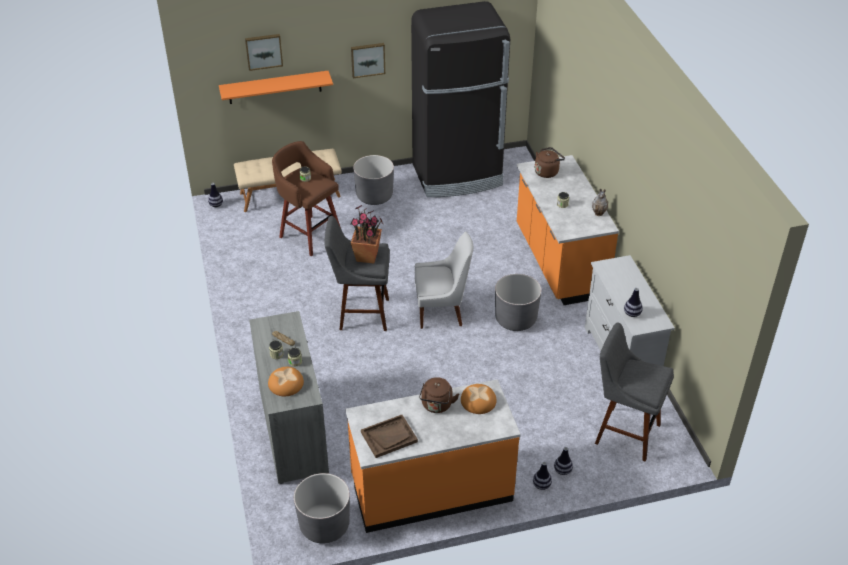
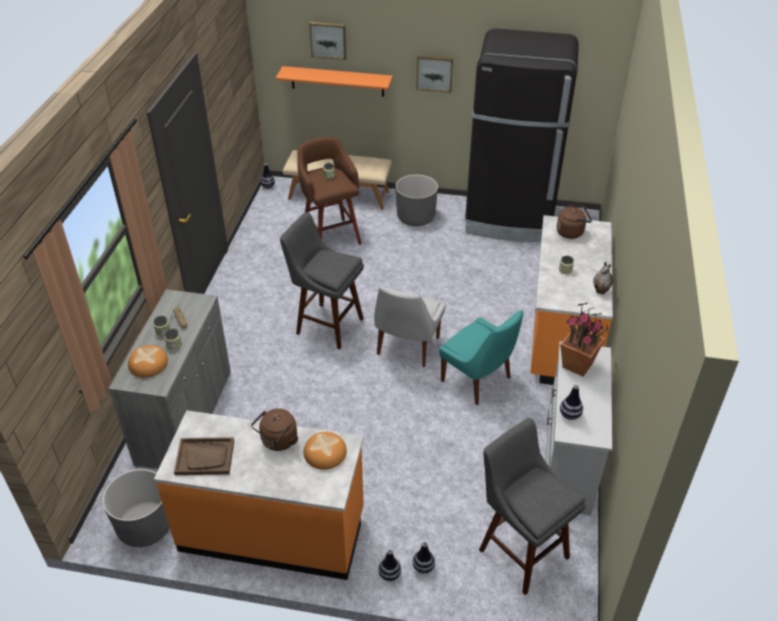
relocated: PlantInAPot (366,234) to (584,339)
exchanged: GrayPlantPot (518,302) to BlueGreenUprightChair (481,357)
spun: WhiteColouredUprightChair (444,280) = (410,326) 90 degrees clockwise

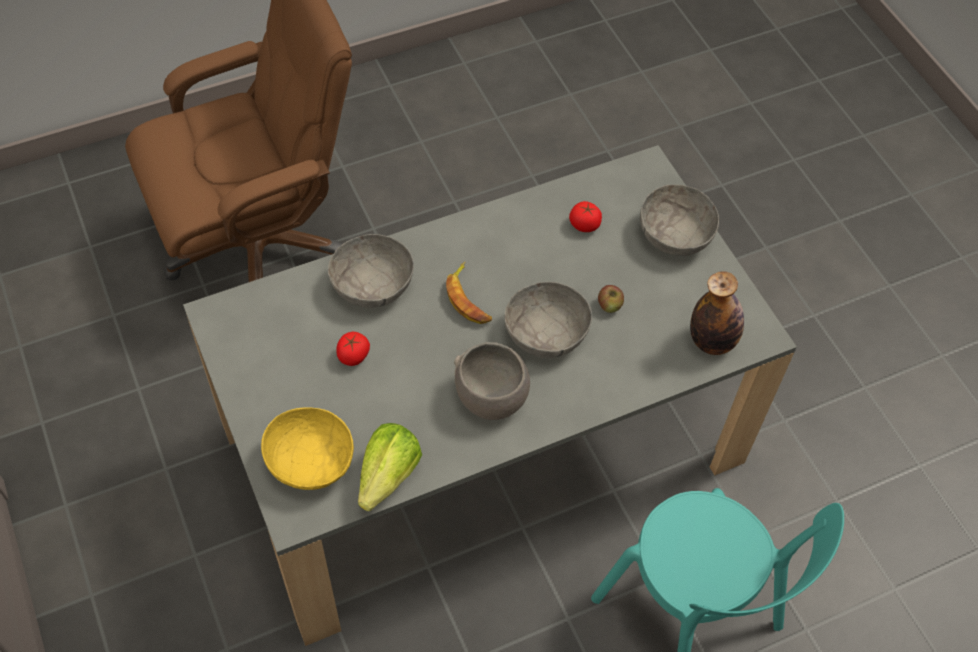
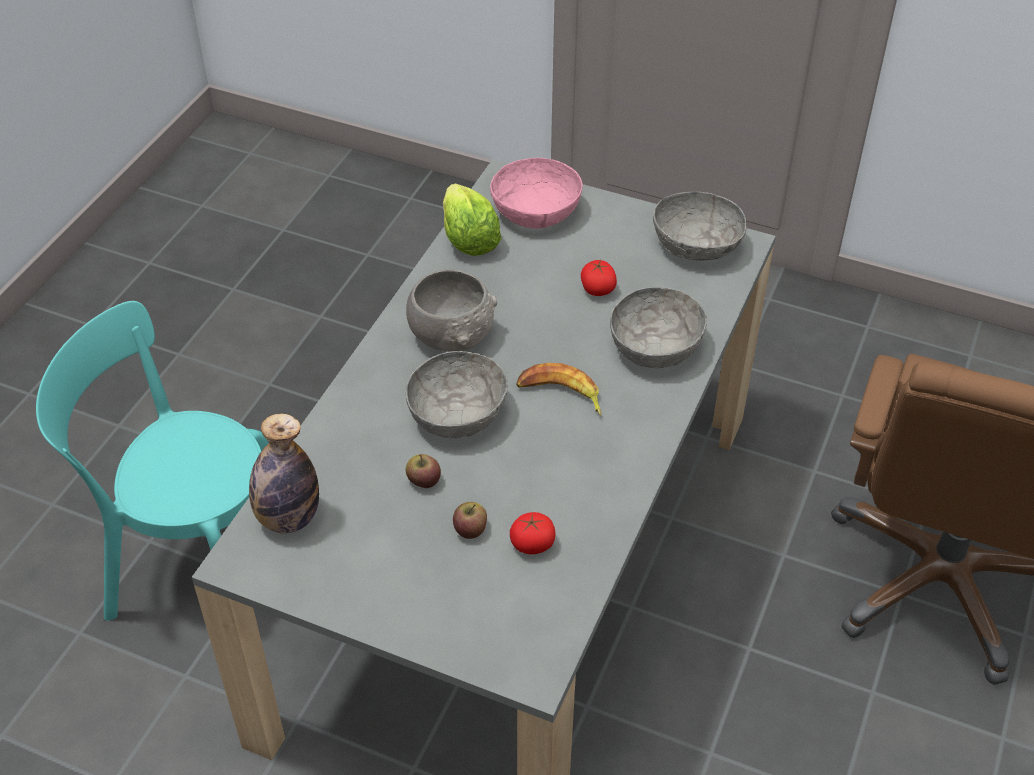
appeared: Apple (470,520)
relocated: GrayServingBowl (679,220) to (700,226)
colour: YellowServingBowl (307,448) to PinkServingBowl (536,193)

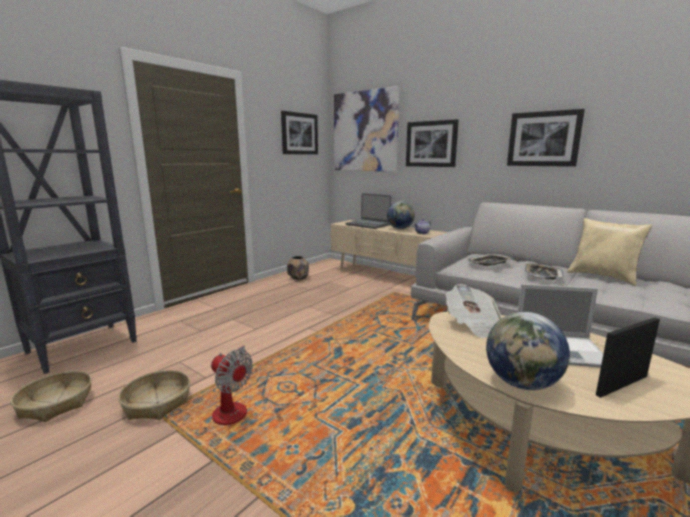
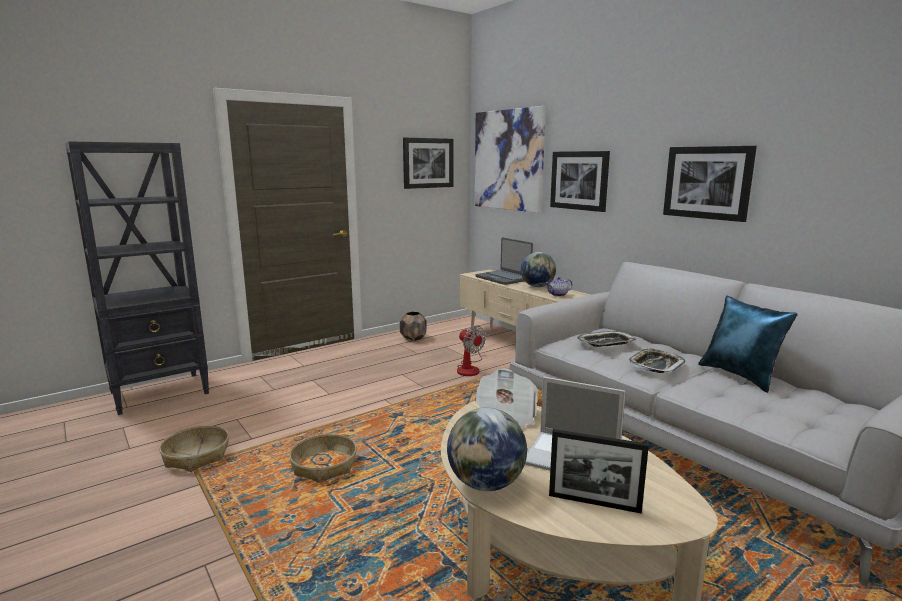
relocated: Fan (232,385) to (471,351); HouseholdBasket (51,396) to (323,458)
colour: BeigeThrowPillow (609,252) to BlueThrowPillow (748,344)
spun: PhotoFrame (628,357) = (599,471) 150 degrees counterclockwise

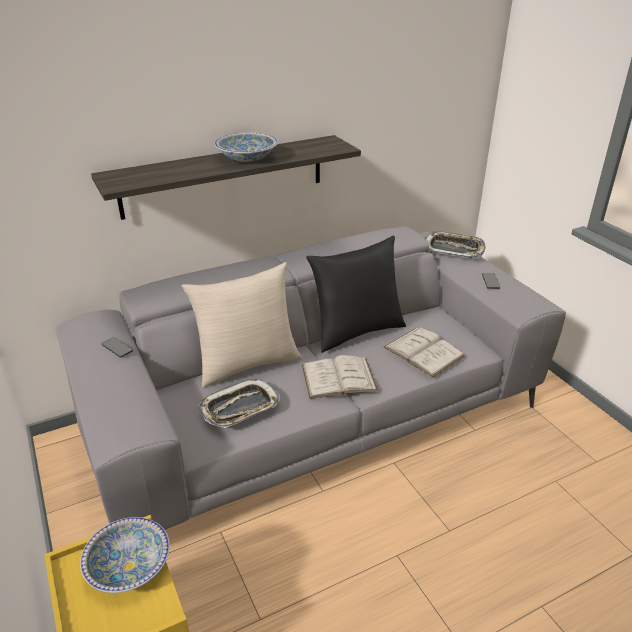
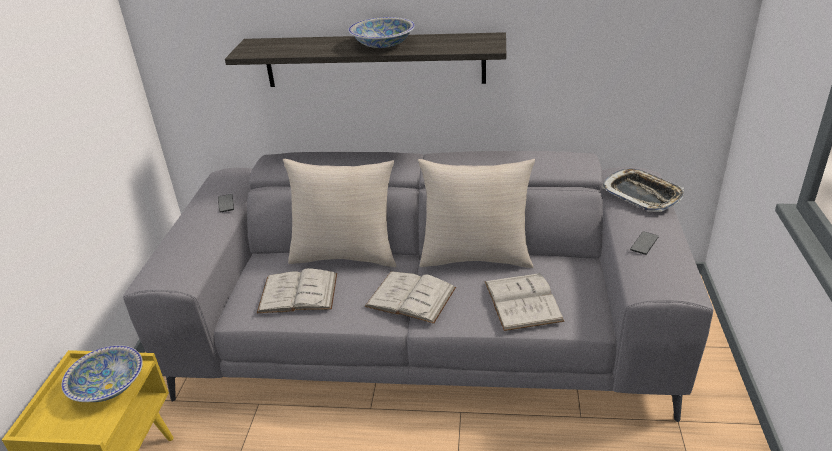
exchanged: CarryingTray (239,403) to WhiteColouredBook (297,290)
colour: BlackColouredThrowPillow (356,294) to BeigeThrowPillow (476,213)

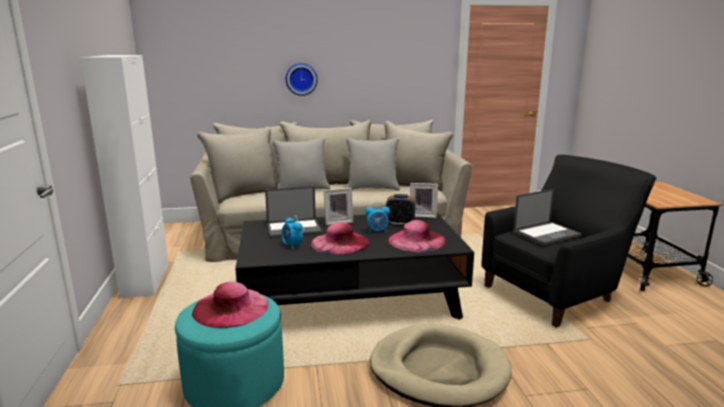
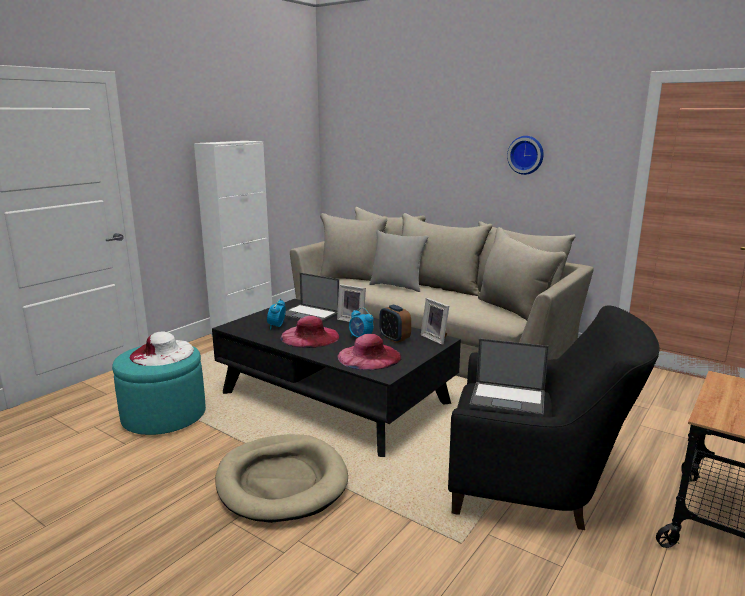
missing: GrayThrowPillow (373,164)
relocated: WallClock (301,79) to (525,155)
colour: PinkWearableHat (230,305) to WhiteColouredWearableHat (162,349)

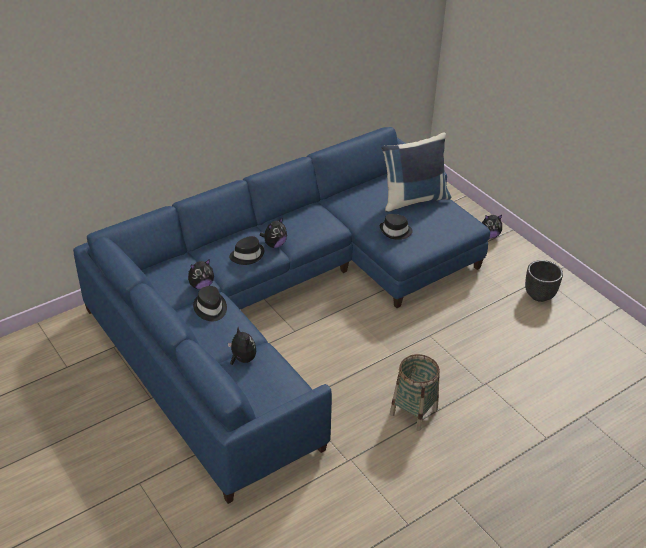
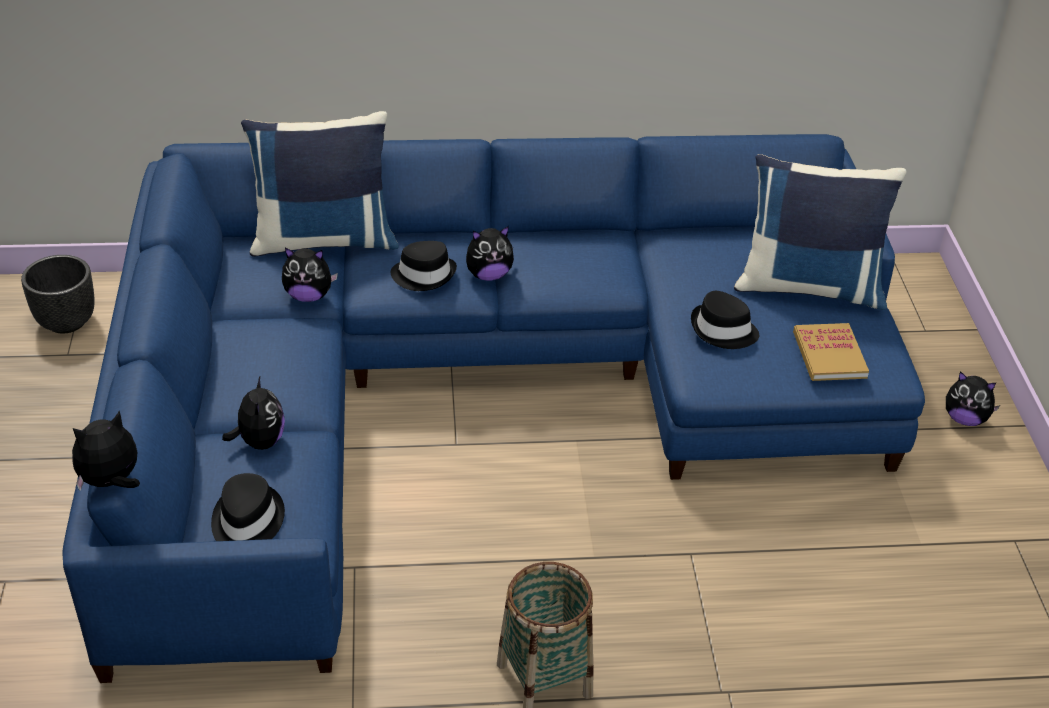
appeared: BlueThrowPillow (320,184); Book (831,352); SoftToy (106,450)
relocated: BlackColouredPlantPot (544,281) to (57,294); BlackColouredWearableHat (210,303) to (248,507)

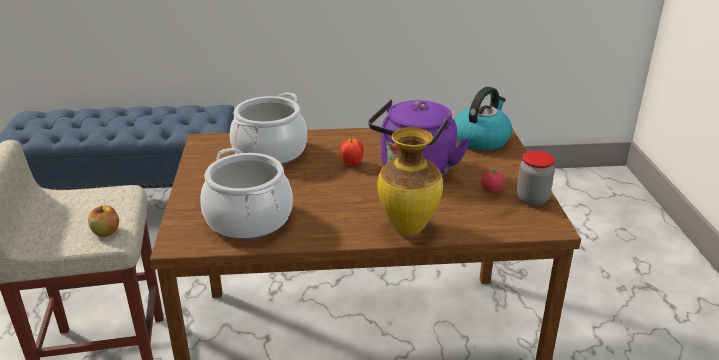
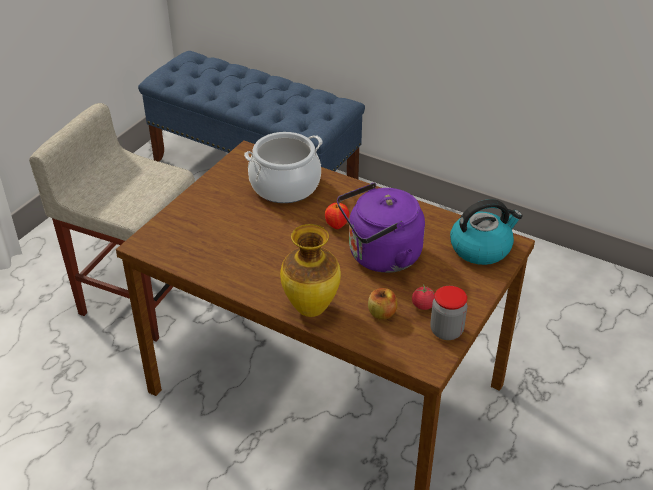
missing: CookingPot (246,194)
relocated: Apple (103,221) to (382,304)

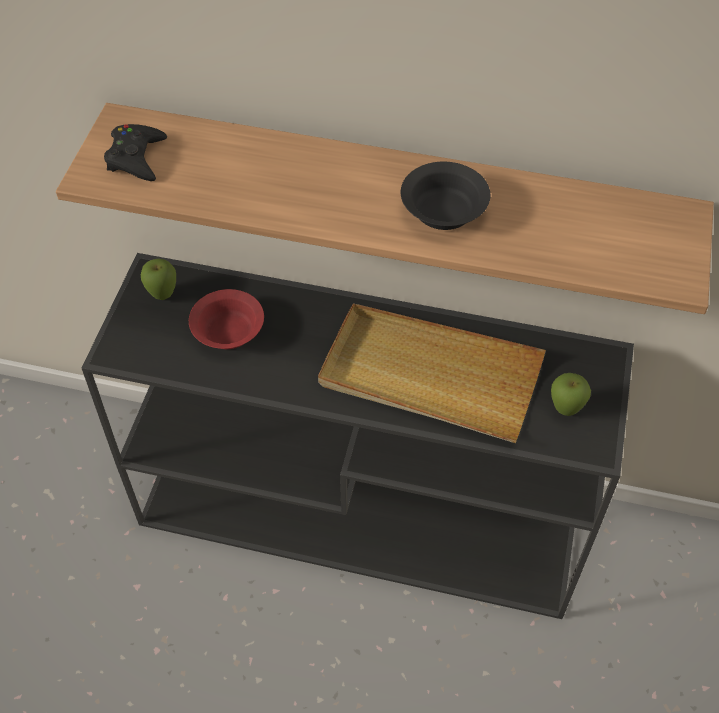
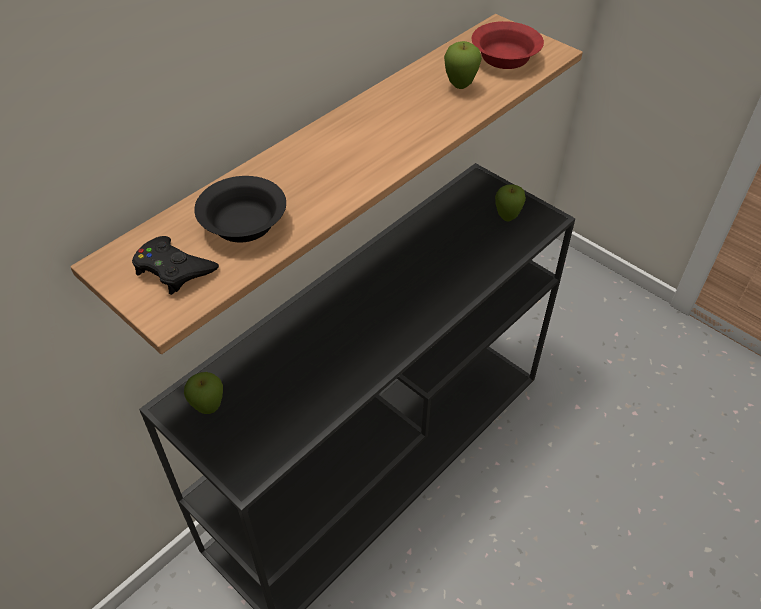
missing: BeigeCarryingTray (432,373)
appeared: Apple (463,65)
relocated: BlackColouredServingBowl (445,196) to (240,209); ReddishServingBowl (226,319) to (508,45)

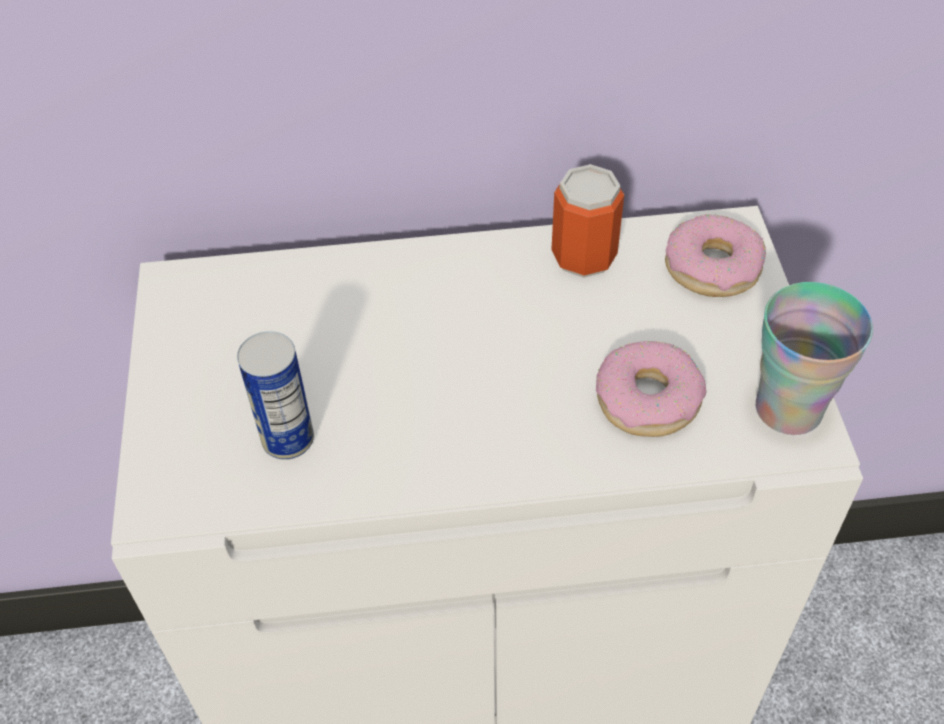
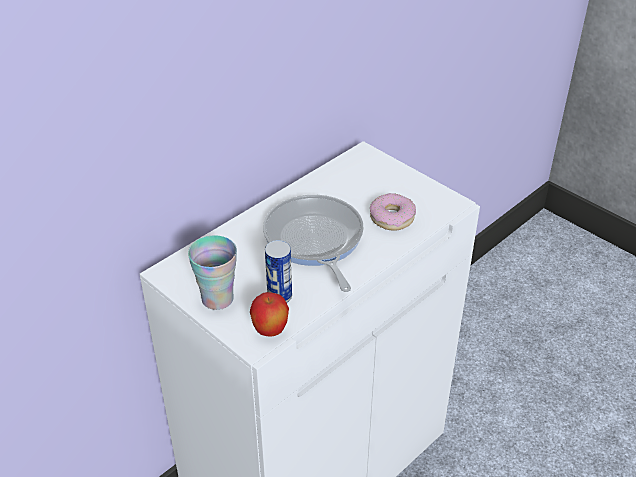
missing: SealedCan (587,221); Doughnut (715,255)
appeared: Skillet (313,243); Apple (269,314)
relocated: SmallCup (814,358) to (212,272)

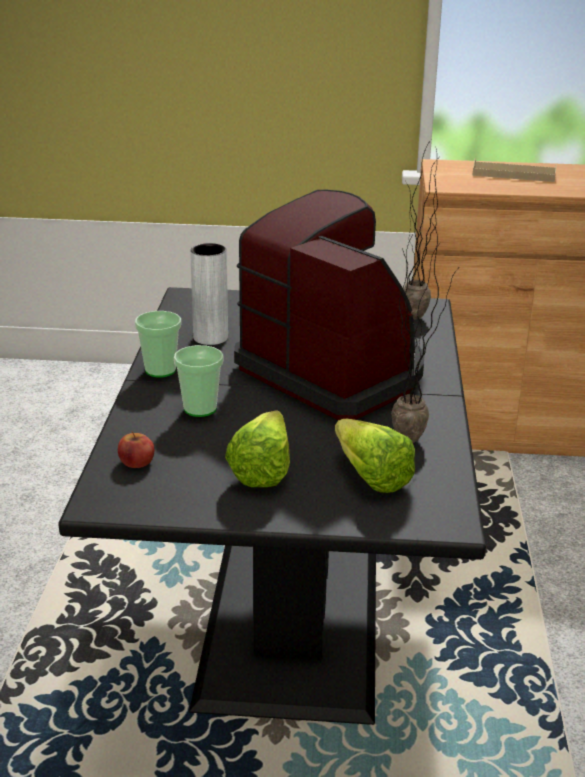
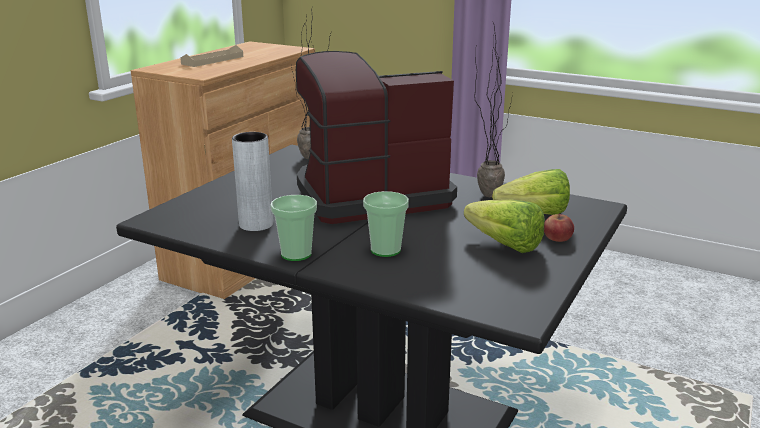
relocated: Apple (136,449) to (559,228)

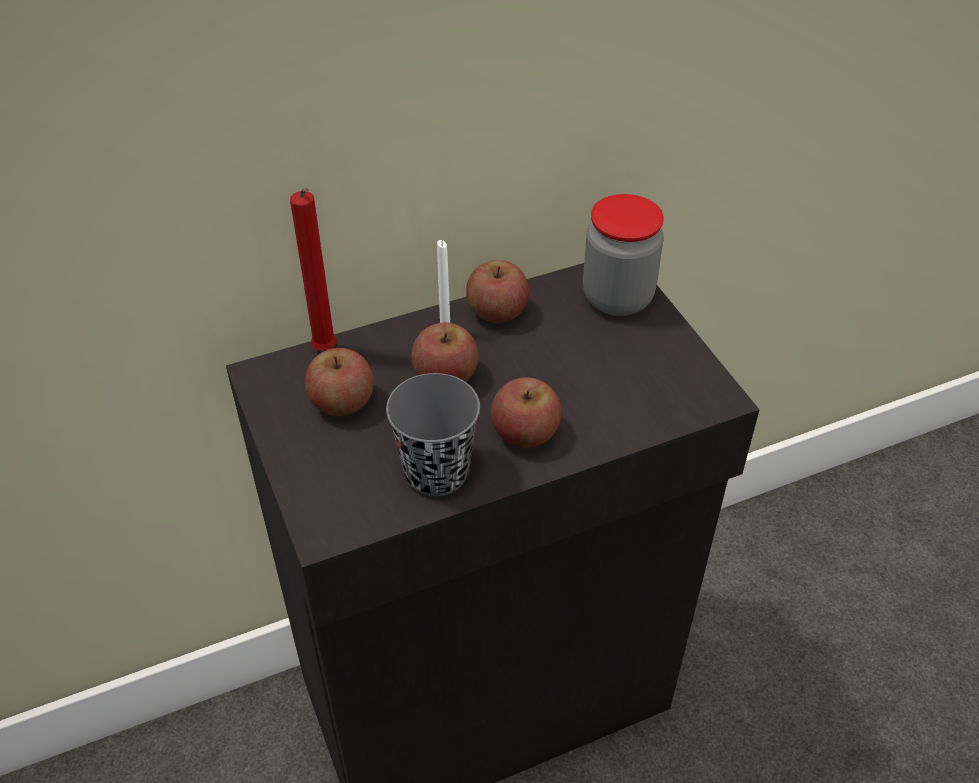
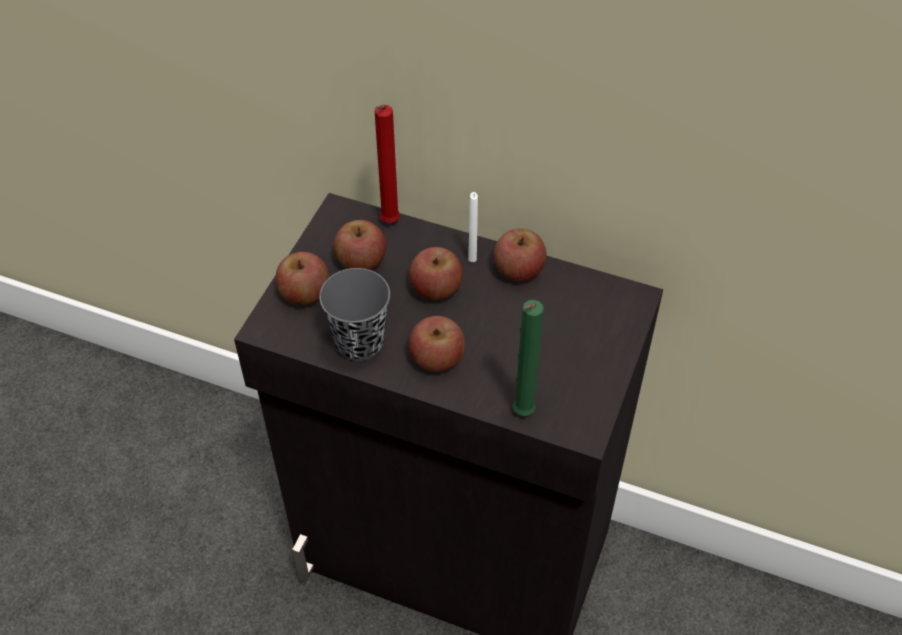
missing: Jar (623,255)
appeared: Apple (302,278); GreenishWaxLight (528,358)

